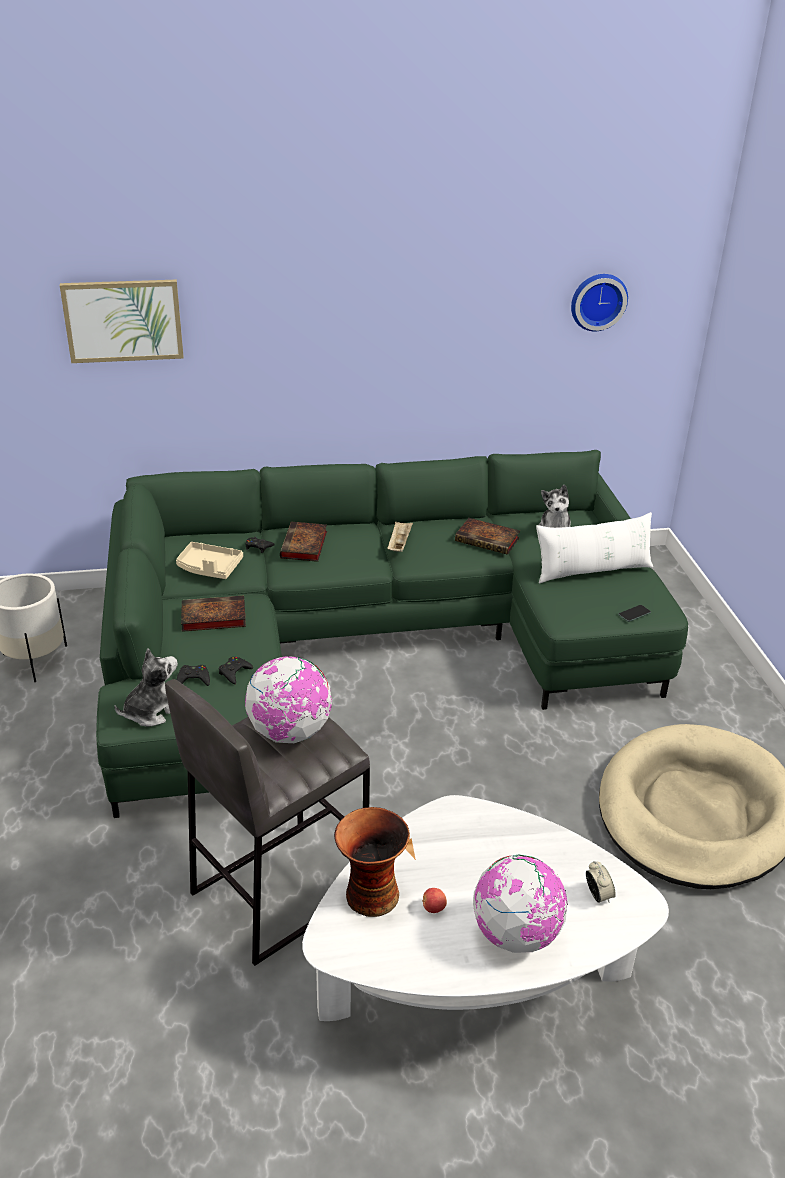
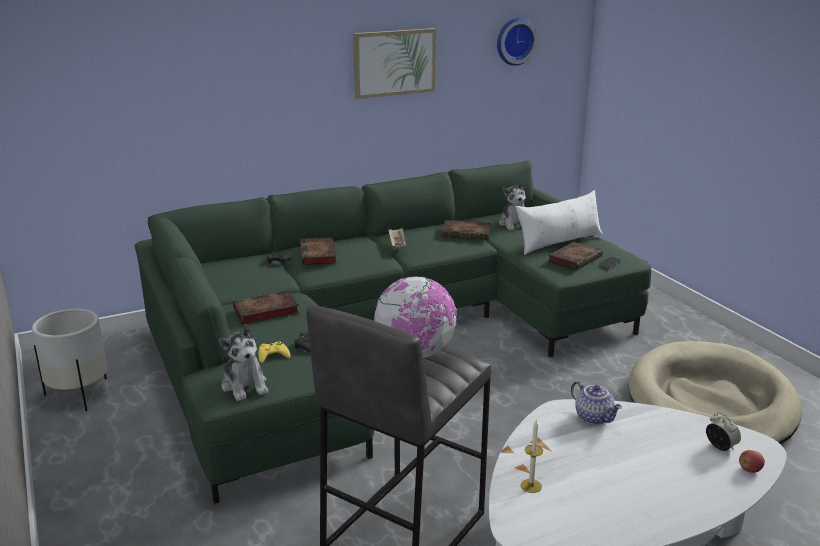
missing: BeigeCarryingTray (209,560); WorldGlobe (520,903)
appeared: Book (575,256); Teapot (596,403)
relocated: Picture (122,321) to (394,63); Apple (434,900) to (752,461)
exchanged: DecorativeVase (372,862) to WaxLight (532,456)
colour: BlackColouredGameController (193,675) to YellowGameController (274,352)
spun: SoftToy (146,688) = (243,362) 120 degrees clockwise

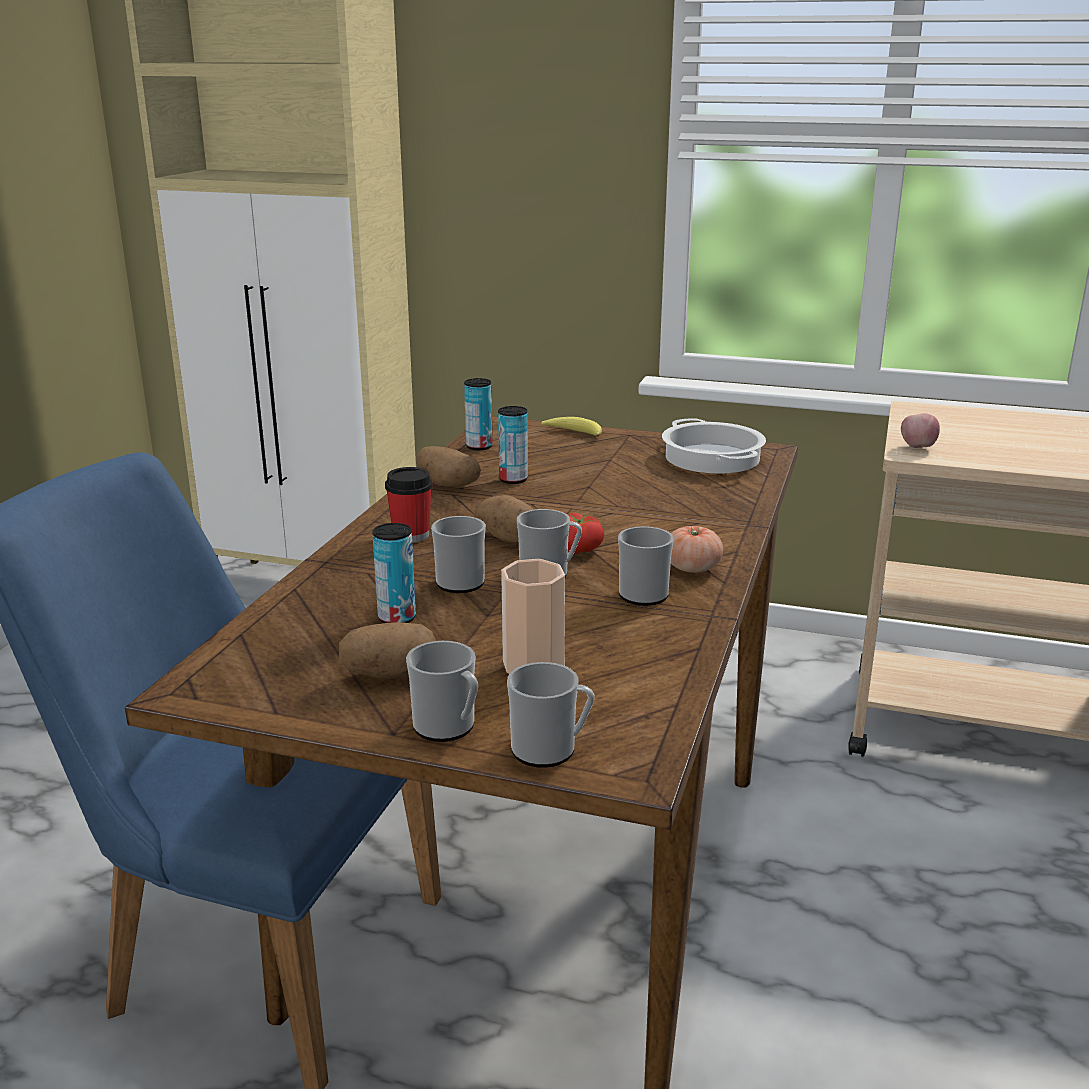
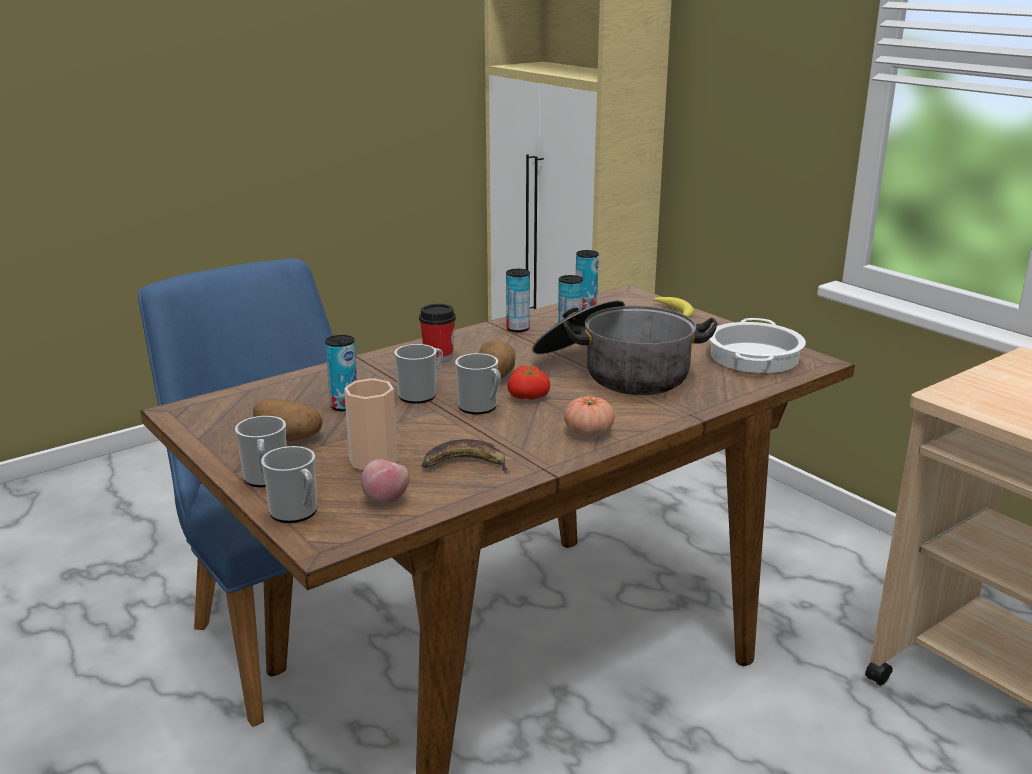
missing: Mug (646,566)
appeared: CookingPot (625,347); Banana (465,456)
relocated: Apple (920,430) to (385,481)
exchanged: Spud (448,466) to SealedCan (518,300)

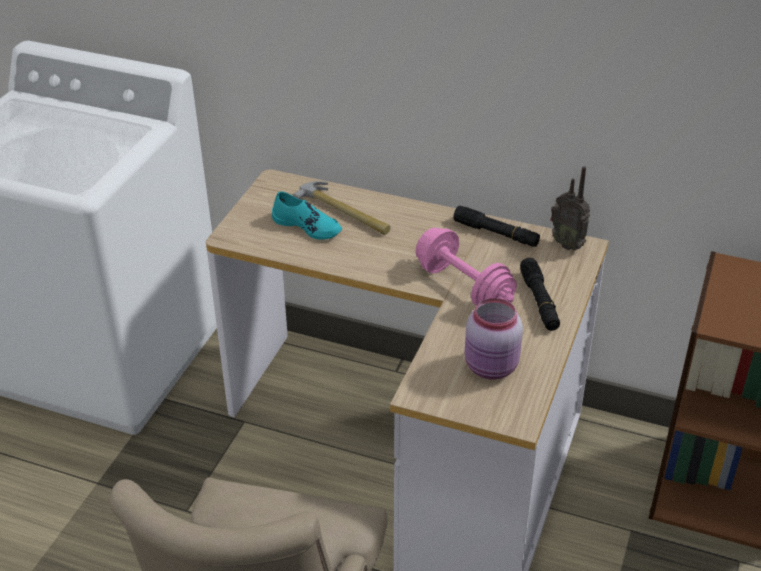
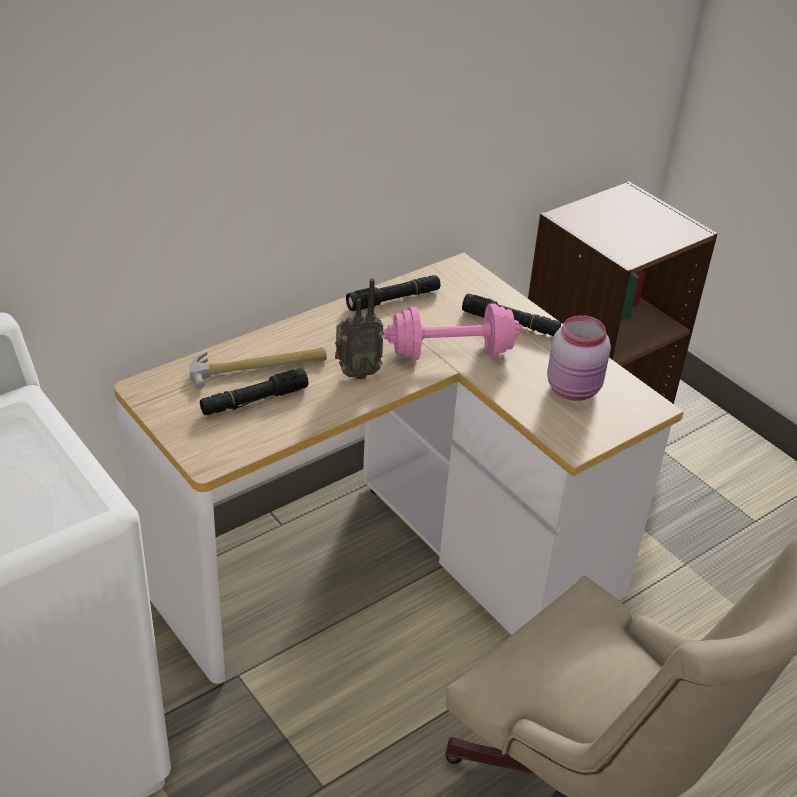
relocated: Radio (570,208) to (359,328)
exchanged: BlueGreenLowShoe (307,215) to BlackColouredHandTorch (254,391)

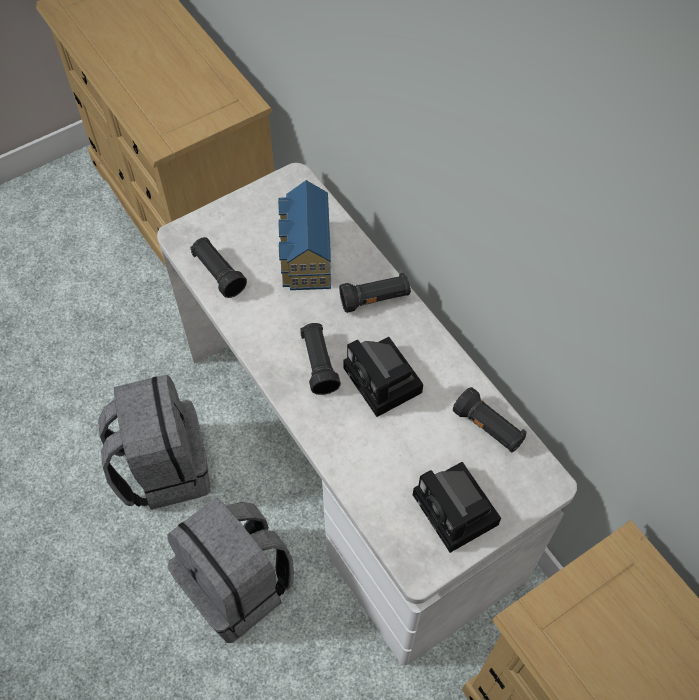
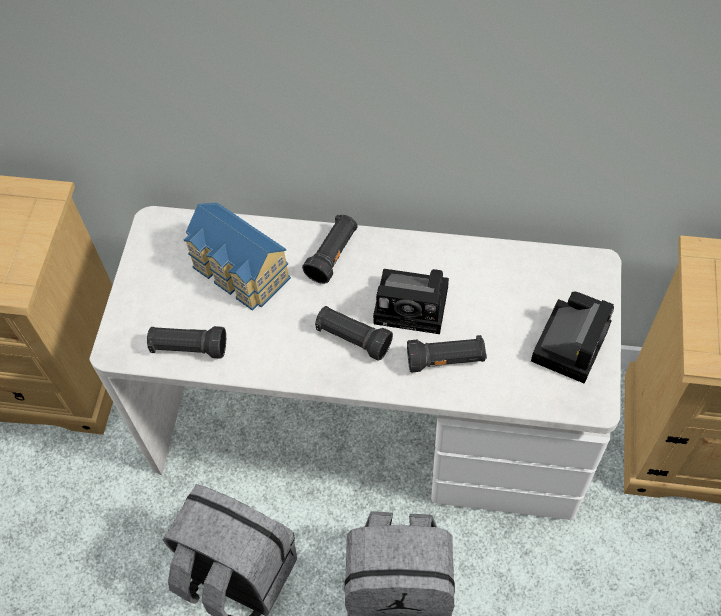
relocated: BlackColouredHandTorch (490,419) to (447,354)
spun: StillCamera (457,507) = (572,338) 75 degrees counterclockwise

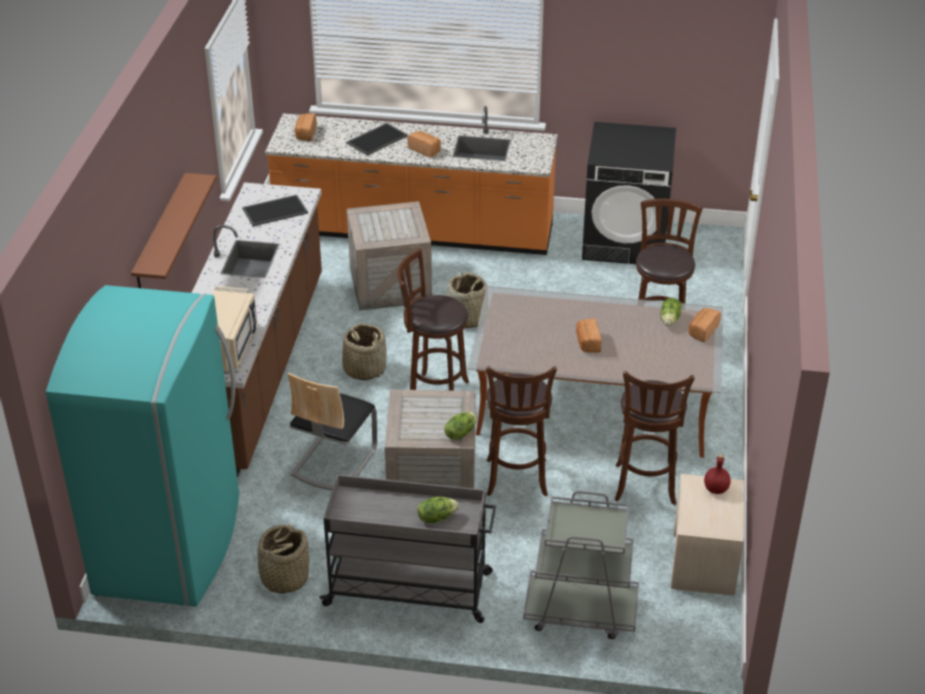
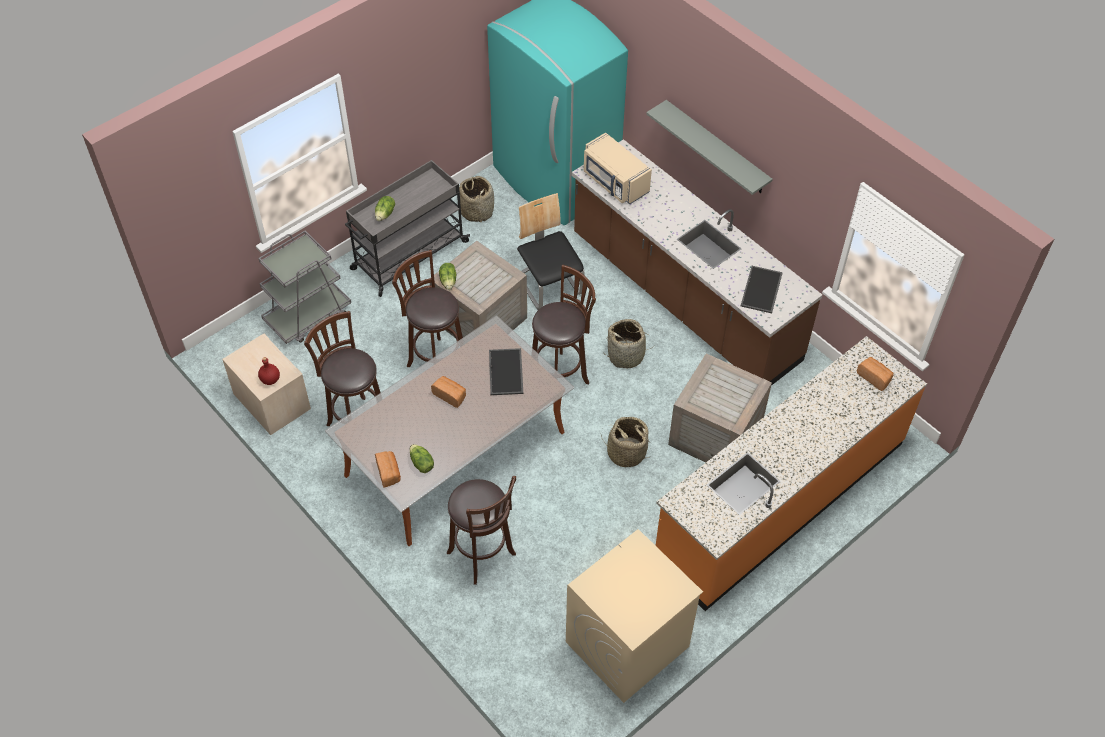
missing: Bread (424,144)
relocated: CarryingTray (377,139) to (506,371)
colour: BlackColouredLaundryMachine (629,193) to BeigeLaundryMachine (634,616); BrownBracketShelf (174,230) to GrayBracketShelf (709,147)

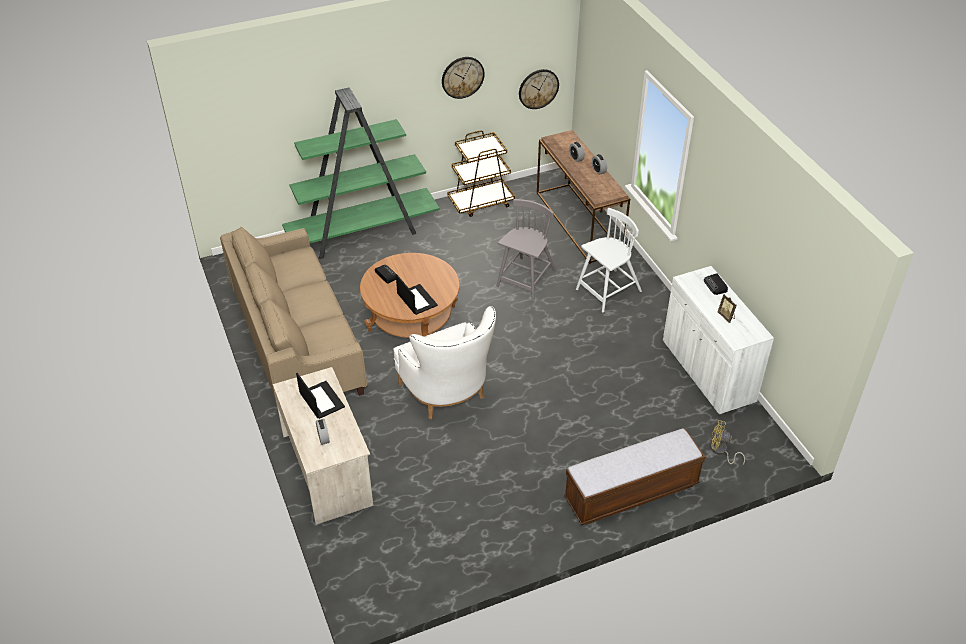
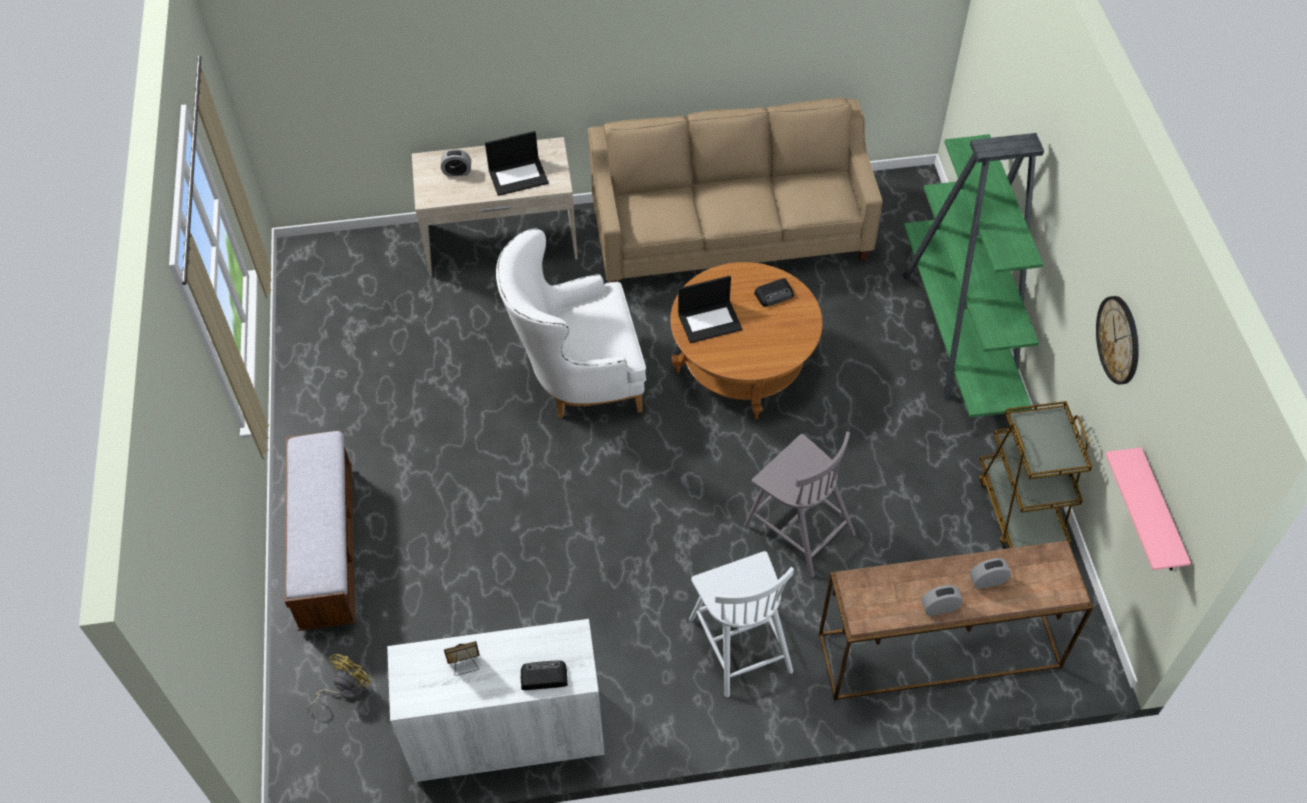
exchanged: WallClock (539,89) to PinkBracketShelf (1148,509)

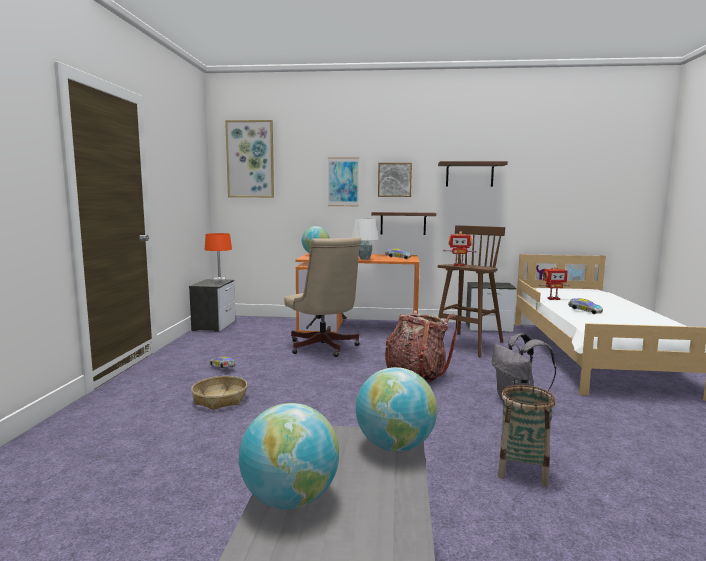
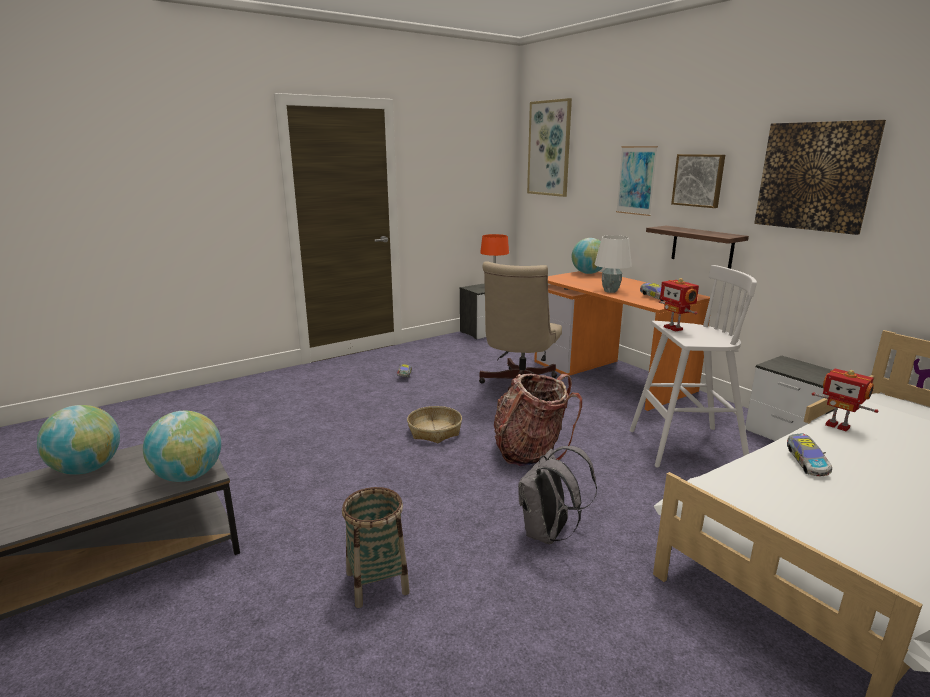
relocated: HouseholdBasket (219,393) to (434,424)
exchanged: BracketShelf (473,174) to Picture (820,177)
colour: BrownSittingStool (471,291) to WhiteColouredSittingStool (693,366)

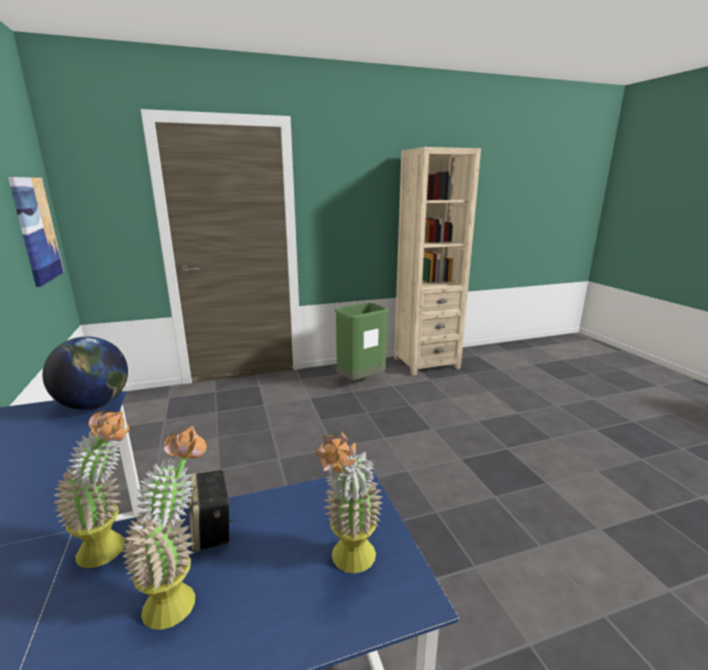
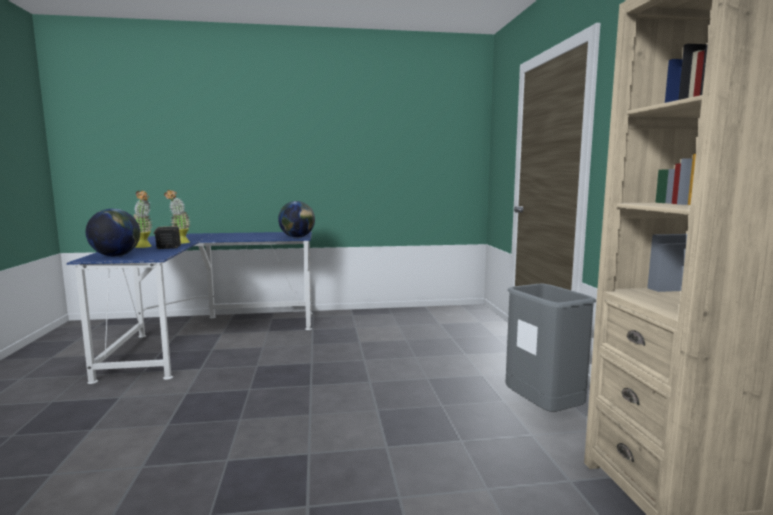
missing: Picture (36,232)
exchanged: PlantInAPot (348,502) to WorldGlobe (113,233)
colour: GreenishRubbishBin (362,341) to GrayRubbishBin (550,348)

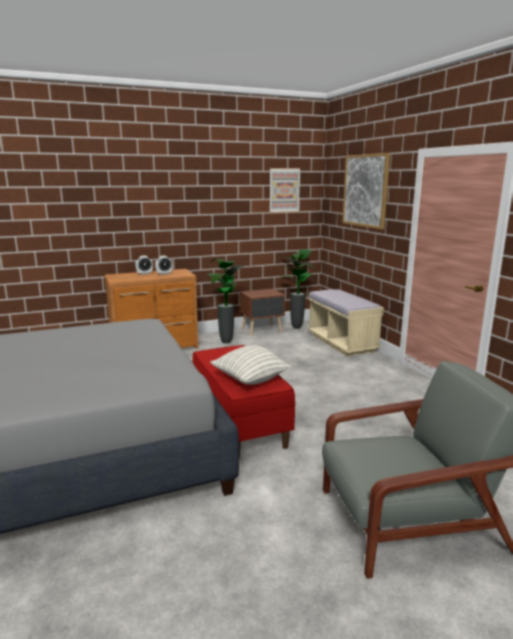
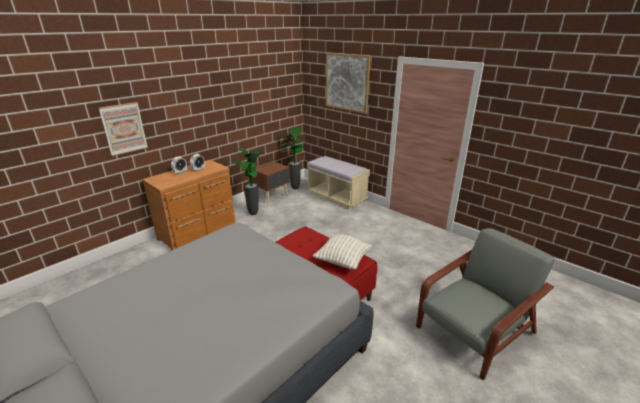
relocated: Picture (285,190) to (123,129)

